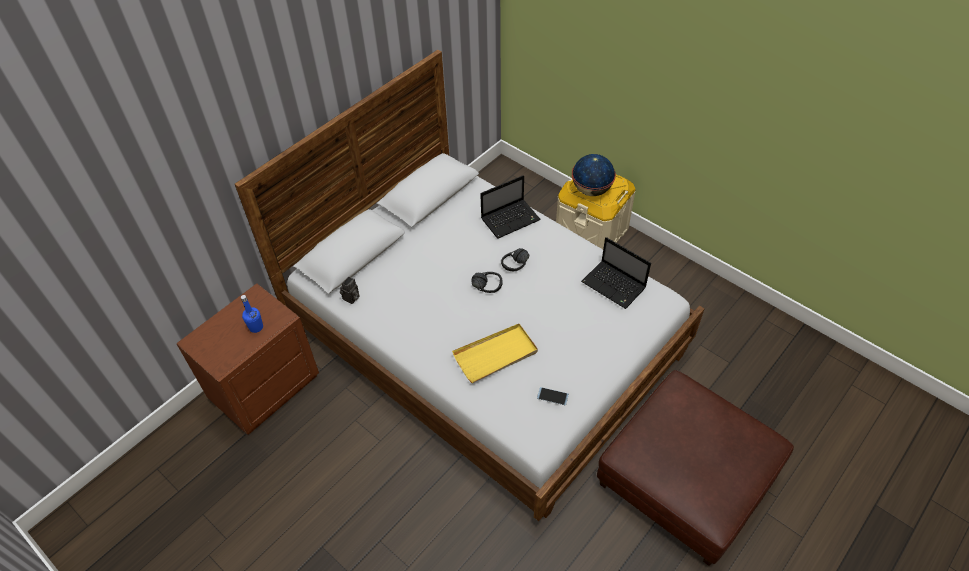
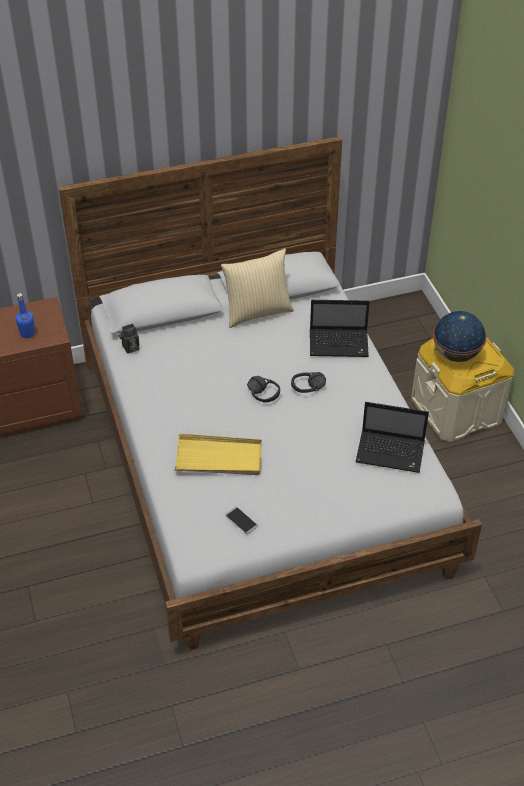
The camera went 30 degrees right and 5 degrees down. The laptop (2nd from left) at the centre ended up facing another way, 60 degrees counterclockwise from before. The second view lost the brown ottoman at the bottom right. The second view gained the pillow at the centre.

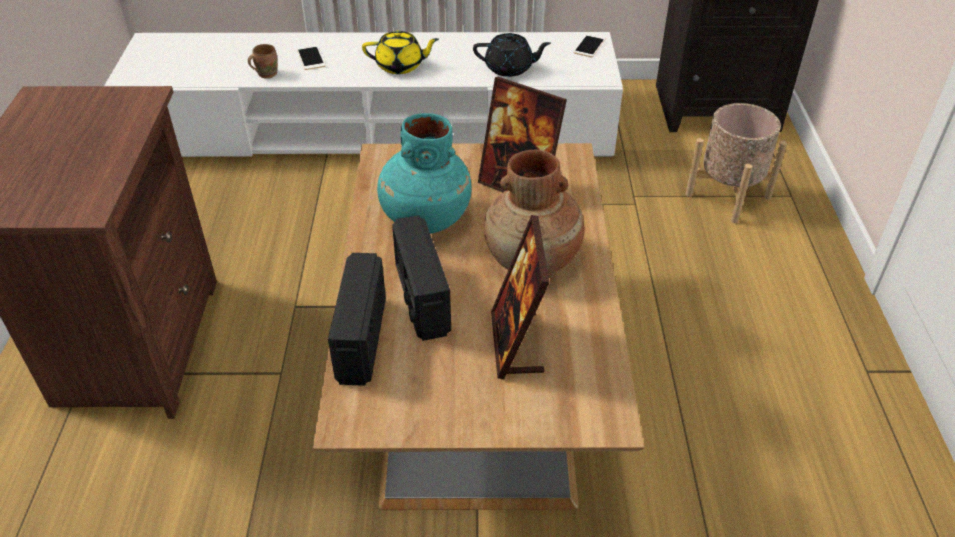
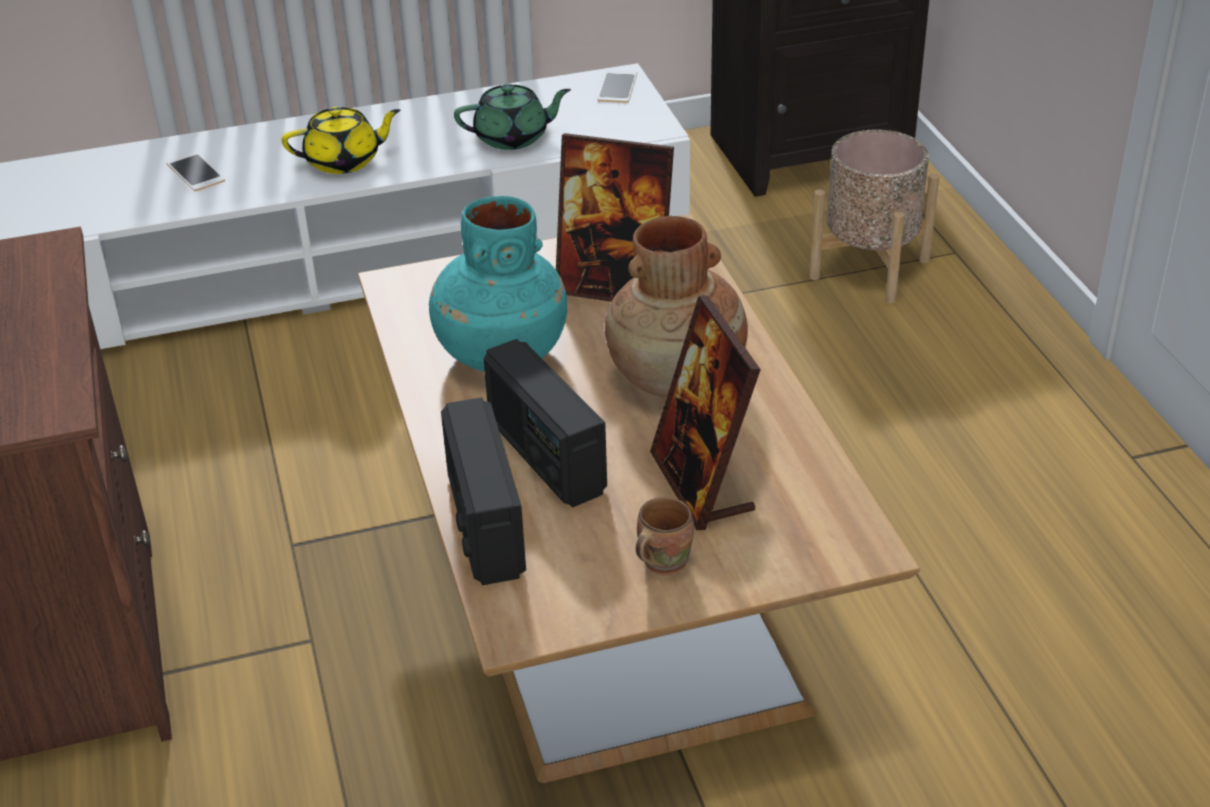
The camera went 15 degrees left and 5 degrees down. What was the black teapot at the top centre turned into the green teapot at the top centre. The brown mug ended up elsewhere, having gone from the top left to the centre.

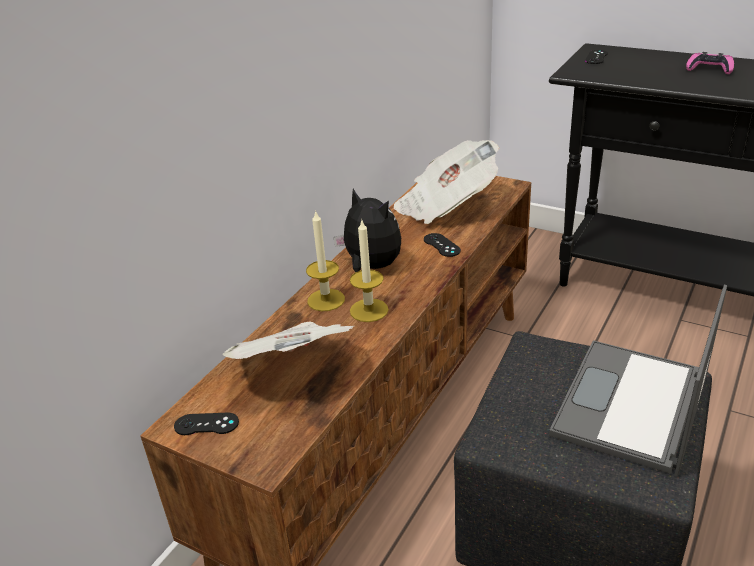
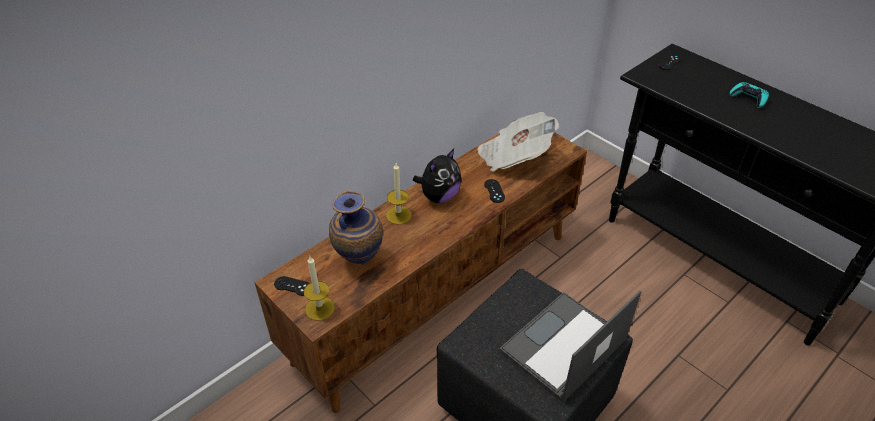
The camera went 15 degrees right and 10 degrees up. What was the pink game controller at the top right turned into the turquoise game controller at the top right. The plush toy at the centre ended up facing another way, 75 degrees clockwise from before. The candle (2nd from left in the first image) ended up elsewhere, having gone from the centre to the bottom centre. Where the newspaper (1st from left) stood at the centre, the vase came to stand at the centre.

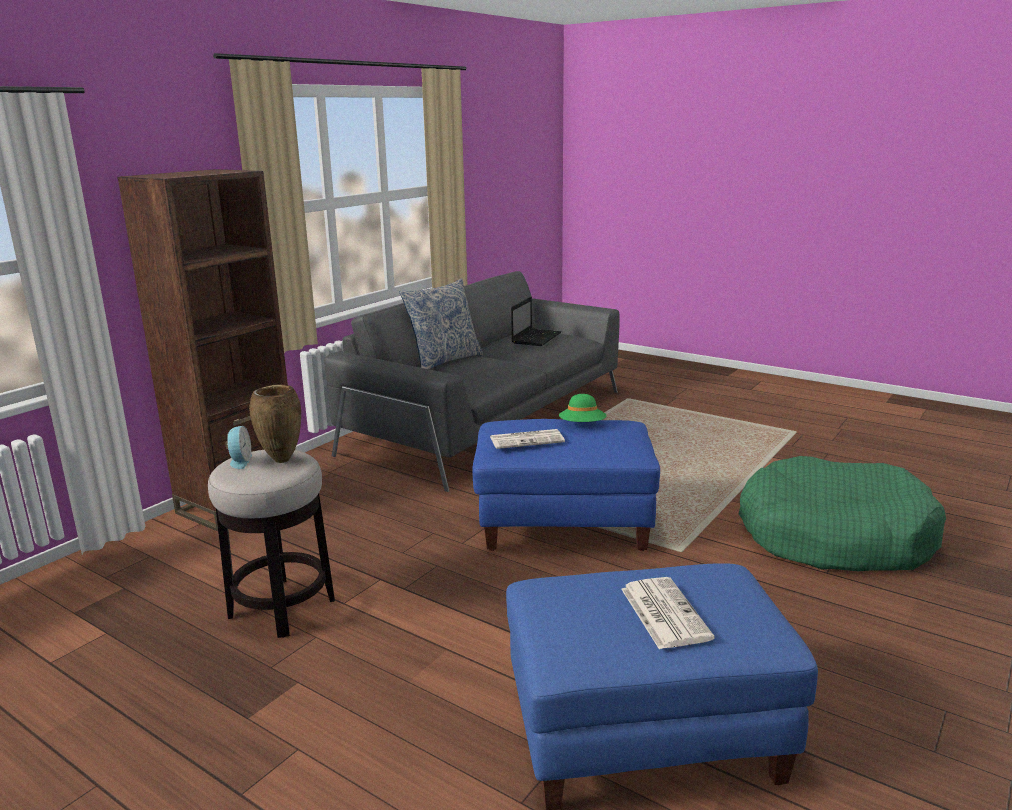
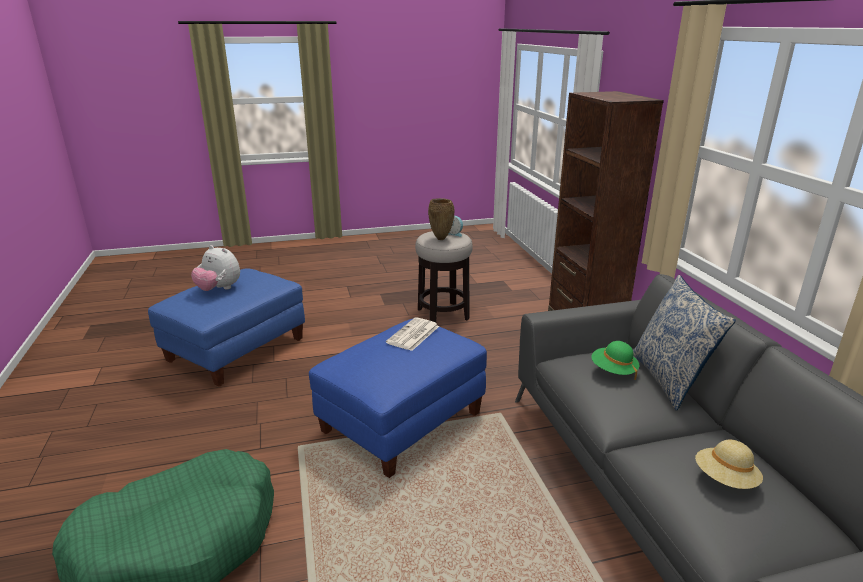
The camera went 130 degrees right and 5 degrees up. Where the laptop stood at the centre, the beige hat came to stand at the bottom right. The green hat ended up elsewhere, having gone from the centre to the middle right. Where the newspaper (2nd from left) stood at the bottom centre, the plush toy came to stand at the middle left.

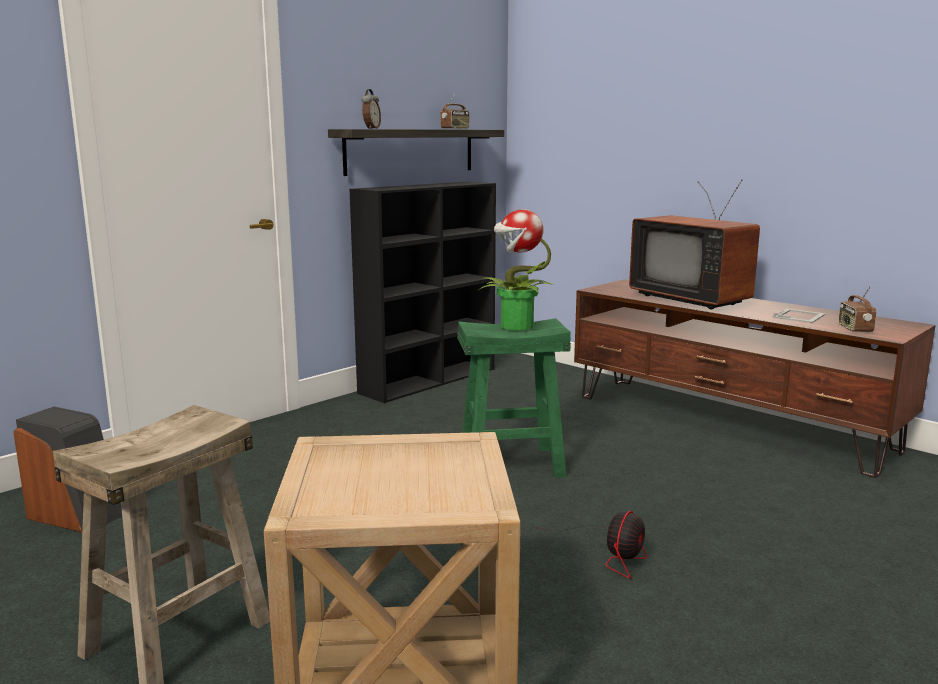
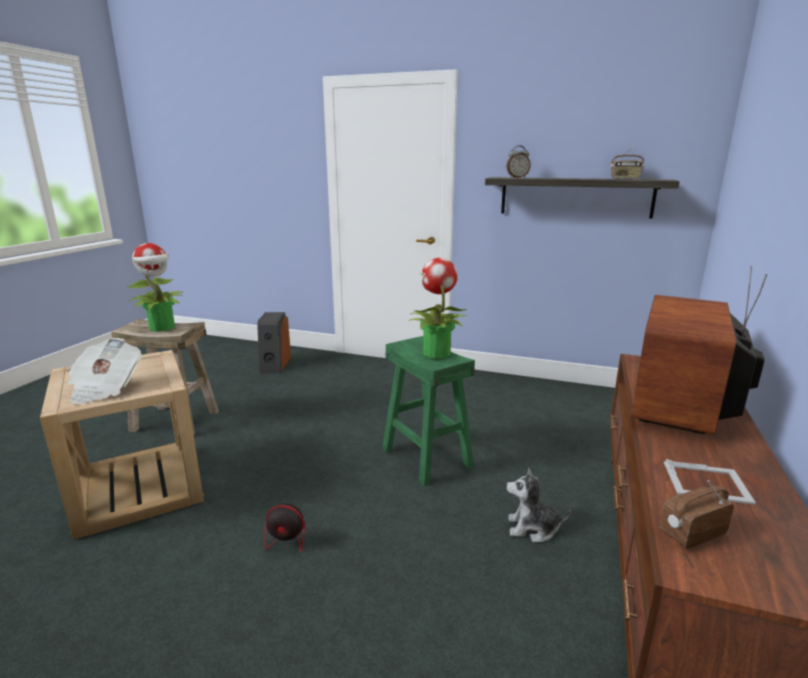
The camera went 65 degrees right and 5 degrees up. The second view lost the black bookcase at the centre. The second view gained the potted plant (1st from left) at the middle left. The second view gained the newspaper at the middle left. The second view gained the plush toy at the bottom centre.

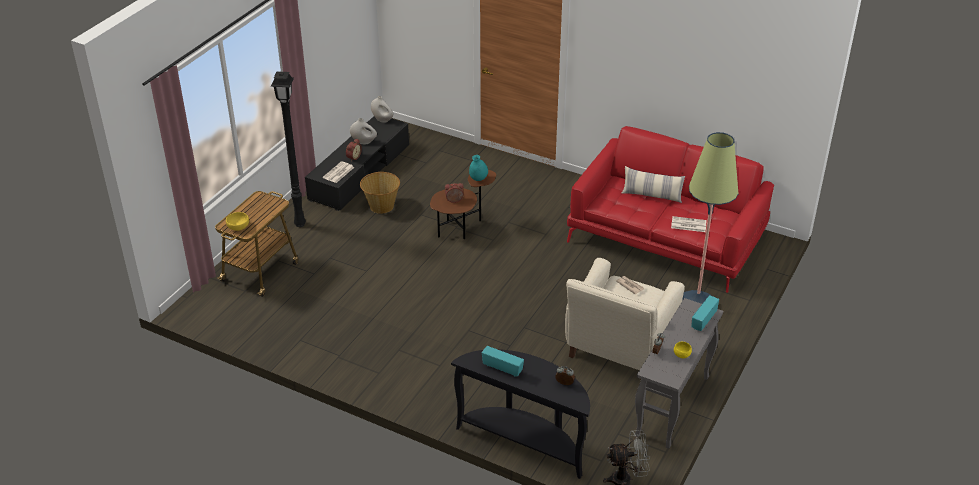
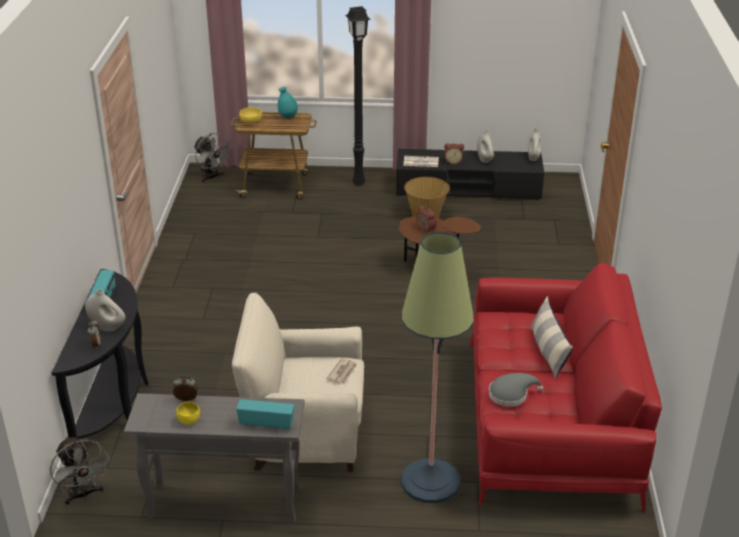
The camera went 65 degrees right and 5 degrees down. The turquoise vase ended up elsewhere, having gone from the centre to the top centre. Where the newspaper (3rd from left) stood at the middle right, the grey hat came to stand at the bottom right. The second view gained the grey fan (2nd from left) at the top left. The second view gained the white vase (1st from left) at the middle left.

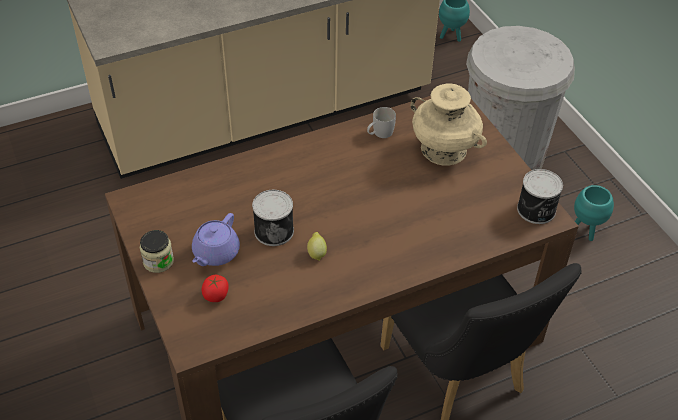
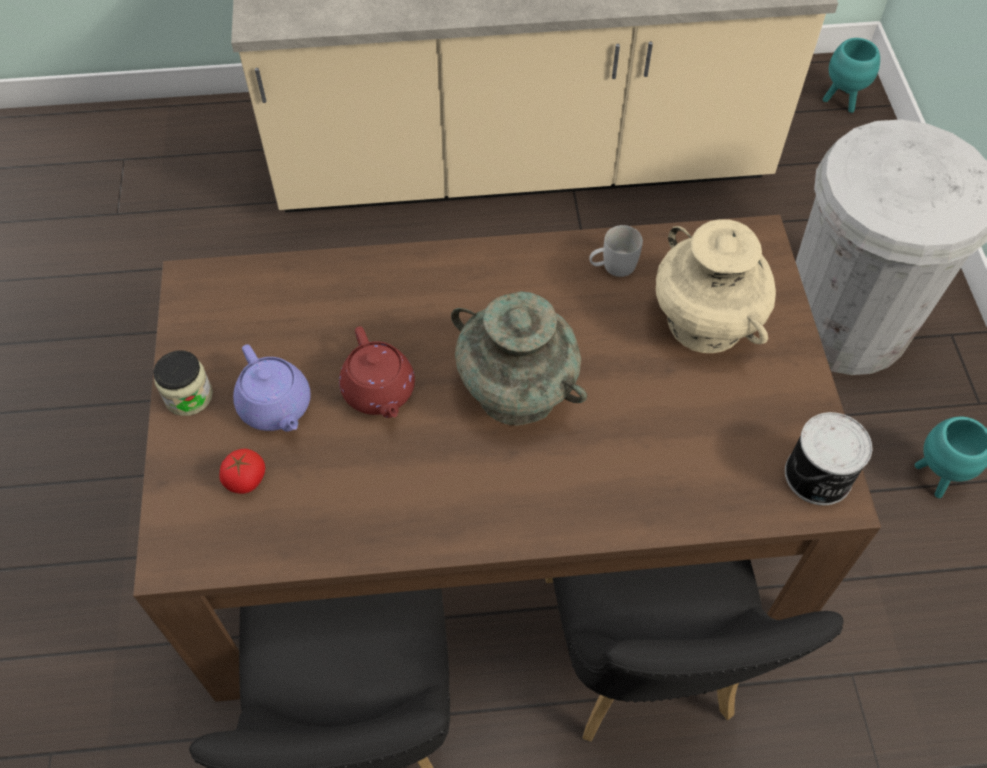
The camera went 20 degrees right and 10 degrees up. Where the can (1st from left) stood at the centre, the red teapot came to stand at the centre. The purple teapot at the middle left ended up facing another way, 75 degrees counterclockwise from before. The second view lost the lemon at the centre. The second view gained the turquoise vase at the centre.

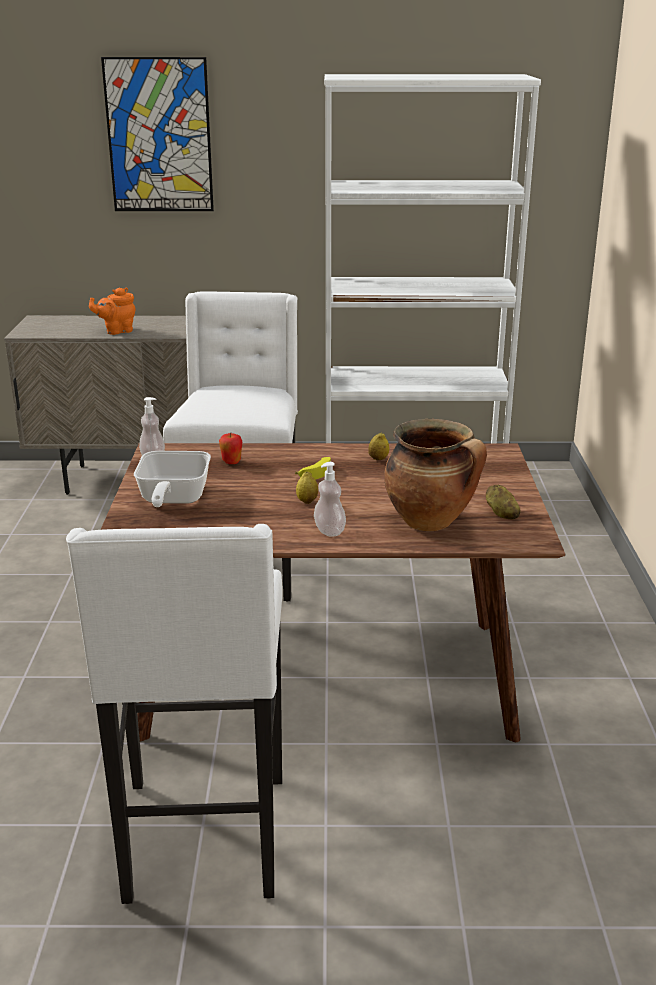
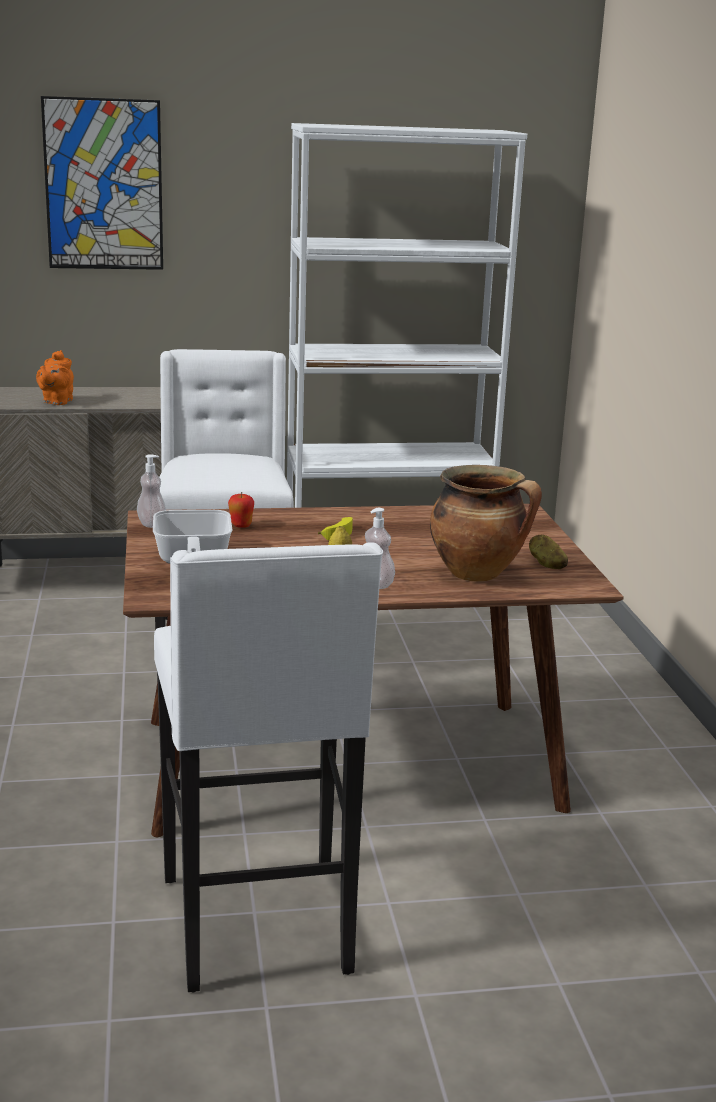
The camera went 10 degrees left and 5 degrees down. The orange teapot at the top left ended up facing another way, 45 degrees counterclockwise from before. The second view lost the lemon (2nd from left) at the centre.

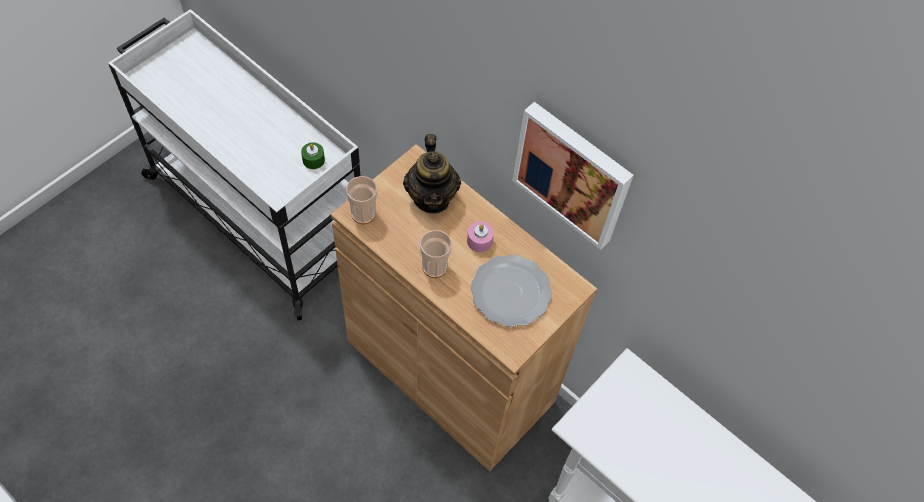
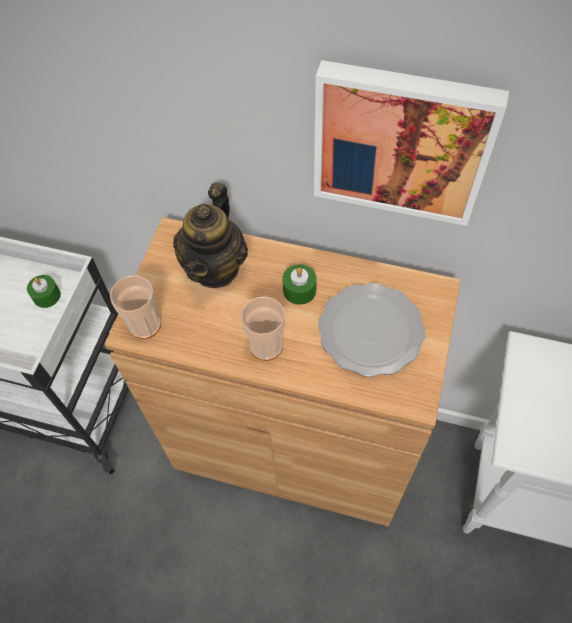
The camera went 20 degrees left and 0 degrees up. The teapot at the centre ended up facing another way, 45 degrees clockwise from before. What was the pink candle at the centre turned into the green candle (2nd from left) at the centre.

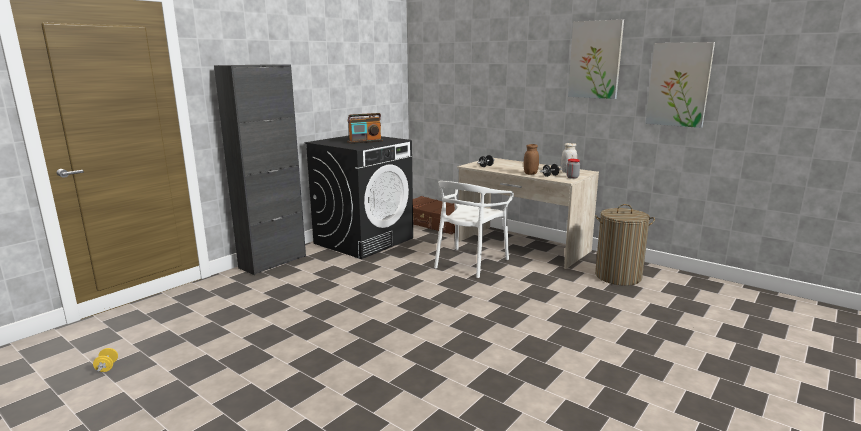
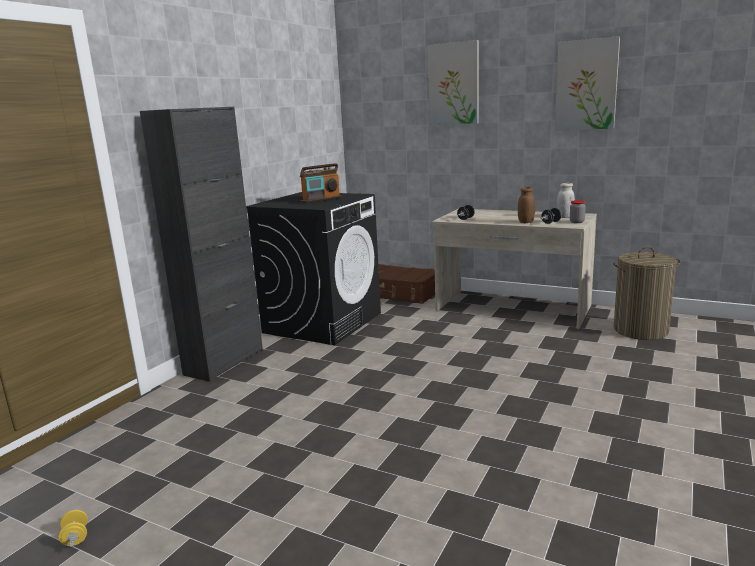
The camera went 10 degrees left and 0 degrees up. The picture (2nd from left in the first image) ended up elsewhere, having gone from the top right to the top centre. The second view lost the white chair at the centre.

